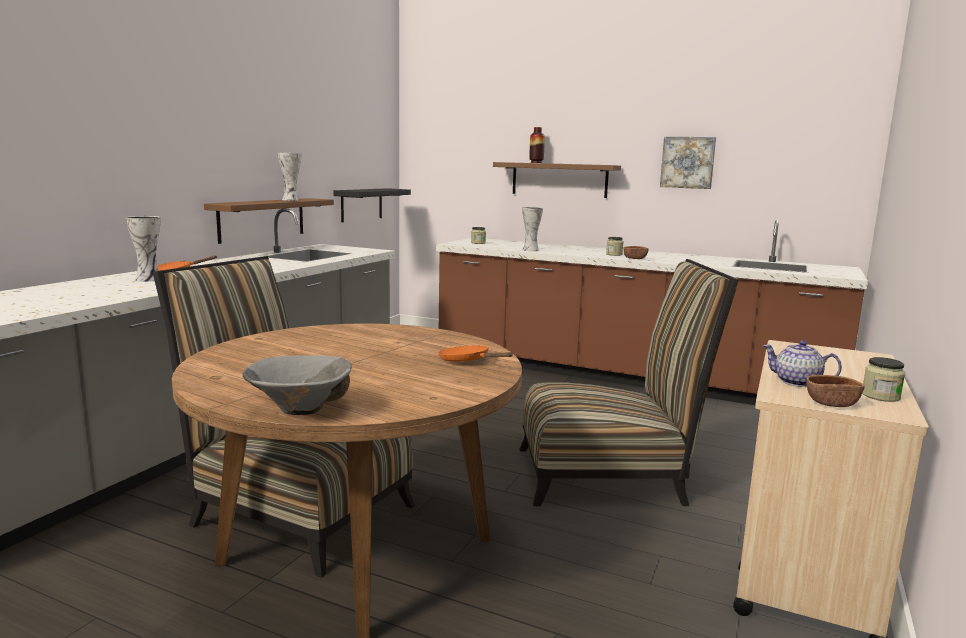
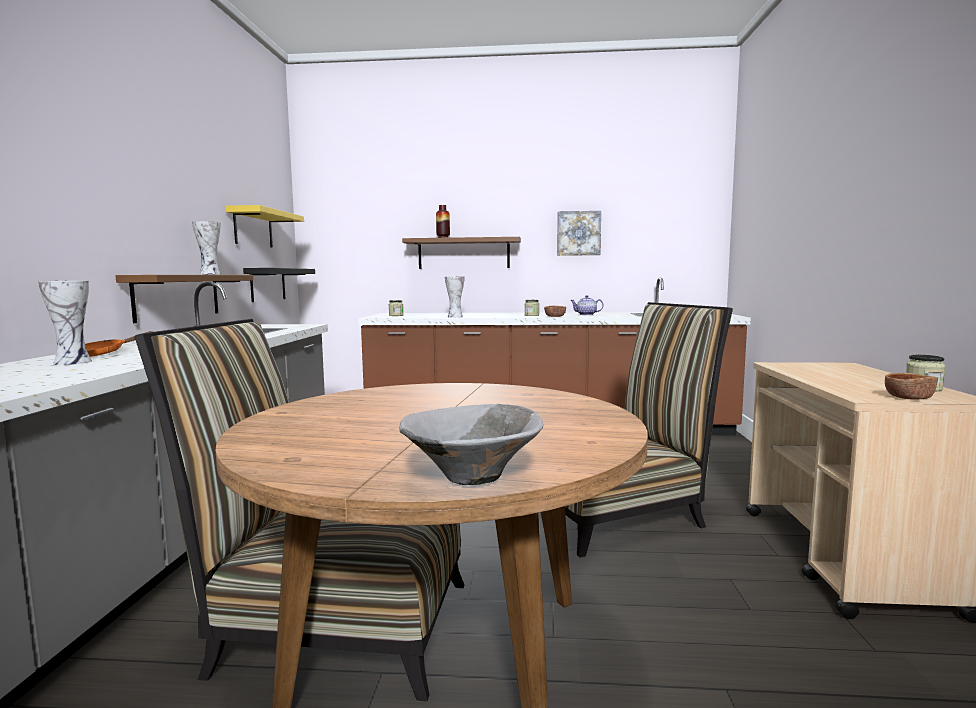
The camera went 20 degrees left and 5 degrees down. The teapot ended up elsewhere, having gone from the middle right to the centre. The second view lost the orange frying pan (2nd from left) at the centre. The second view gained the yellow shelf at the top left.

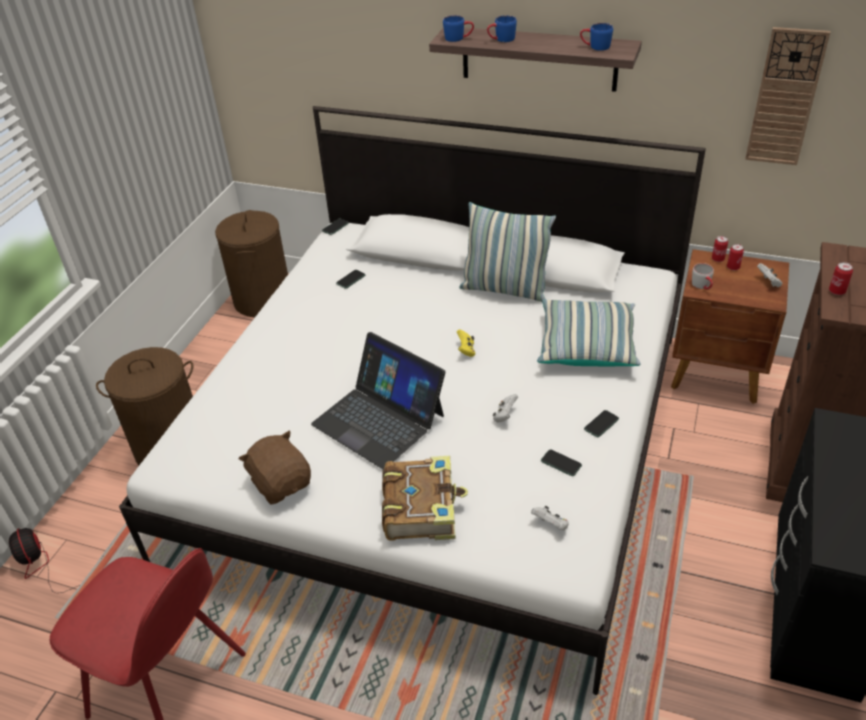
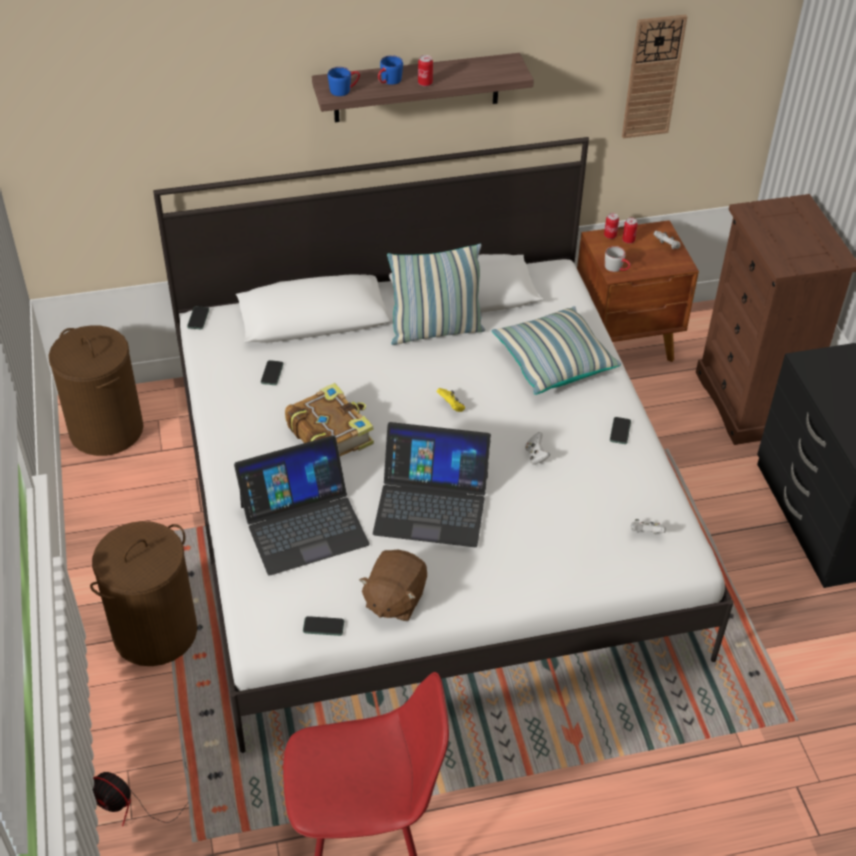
The camera went 35 degrees left and 5 degrees up. The second view lost the blue mug (3rd from left) at the top right. The can (3rd from left in the first image) ended up elsewhere, having gone from the middle right to the top centre. The brown plush toy at the middle left ended up facing another way, 90 degrees counterclockwise from before. The phone (3rd from left) ended up elsewhere, having gone from the centre to the bottom centre. The book ended up elsewhere, having gone from the bottom centre to the centre. The second view gained the laptop (1st from left) at the centre.

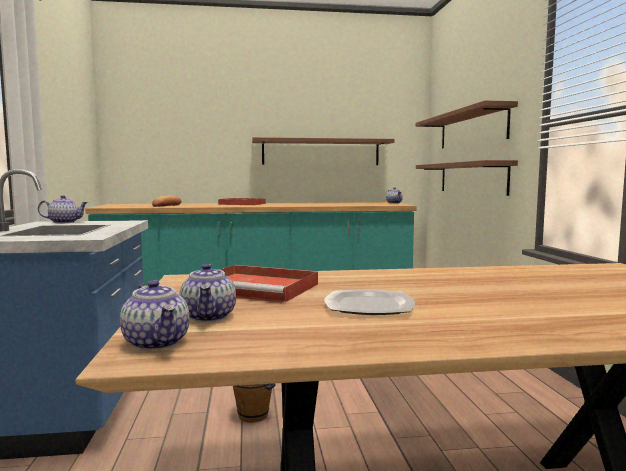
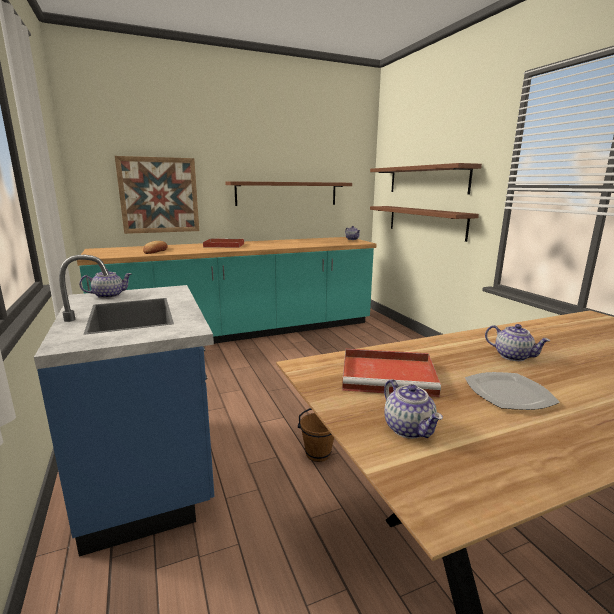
The camera went 15 degrees left and 10 degrees up. The teapot (2nd from left in the first image) ended up elsewhere, having gone from the bottom left to the middle right. The second view gained the picture at the top left.

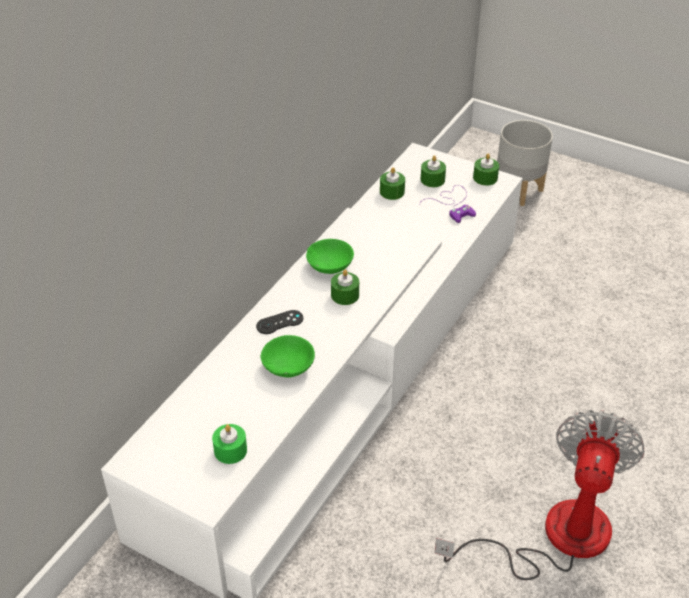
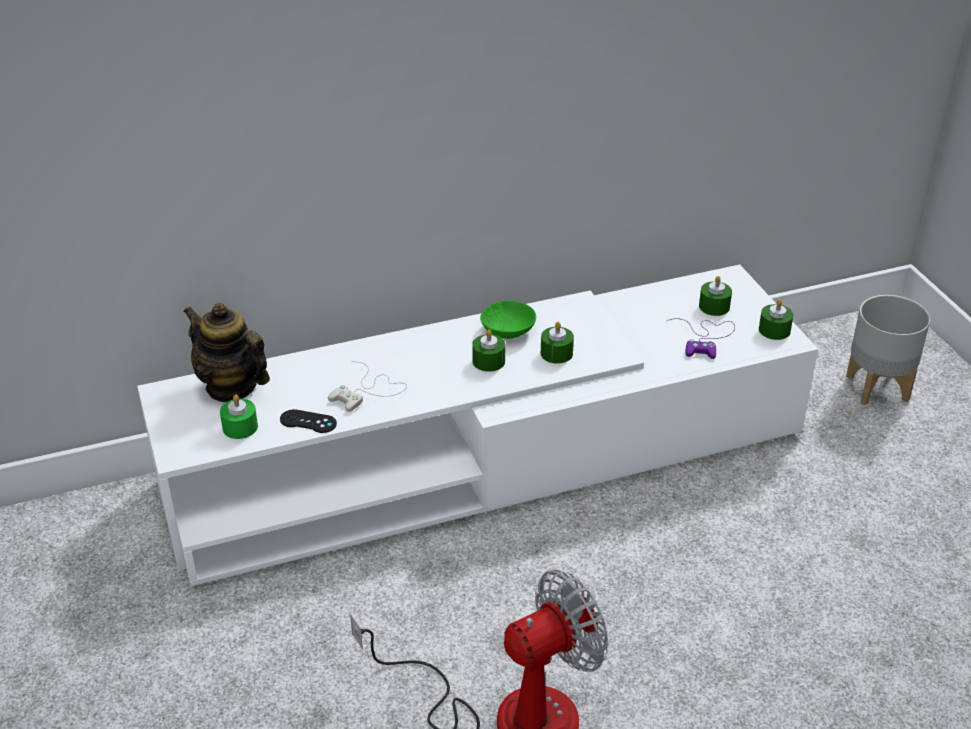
The camera went 40 degrees right and 5 degrees down. The green candle (3rd from left) ended up elsewhere, having gone from the top centre to the centre. The black game controller ended up elsewhere, having gone from the centre to the middle left. Where the green bowl (1st from left) stood at the centre, the white game controller came to stand at the centre. The second view gained the teapot at the middle left.

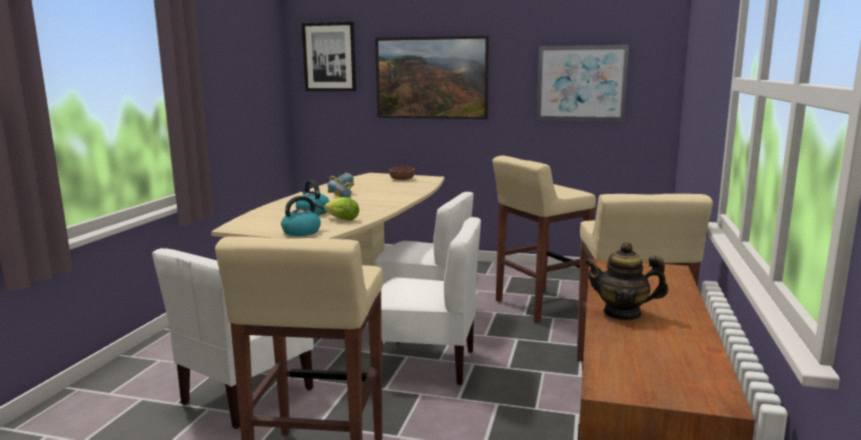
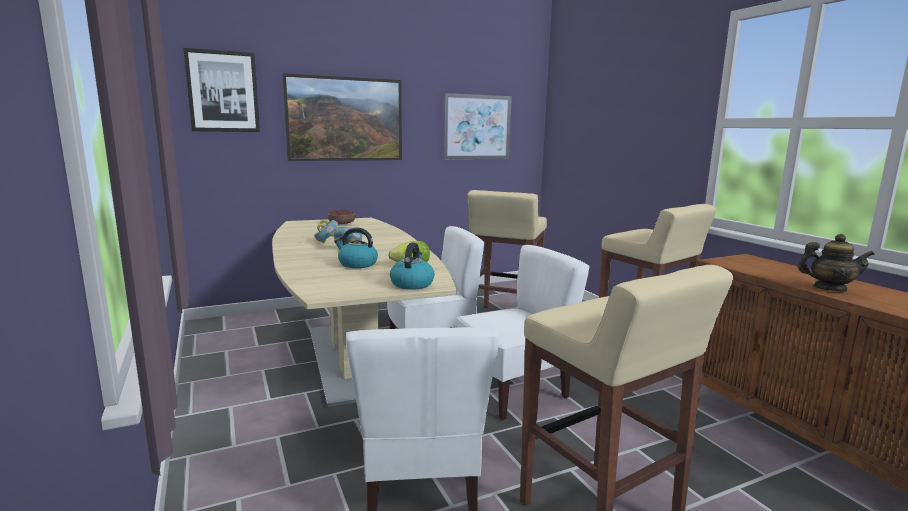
The camera went 40 degrees left and 0 degrees up. The teapot at the middle right ended up facing another way, 135 degrees counterclockwise from before.

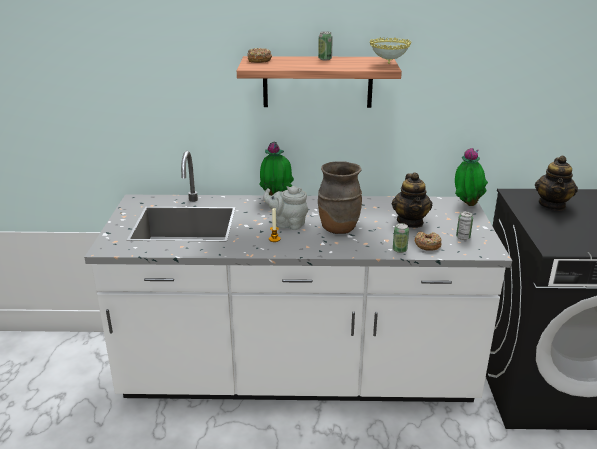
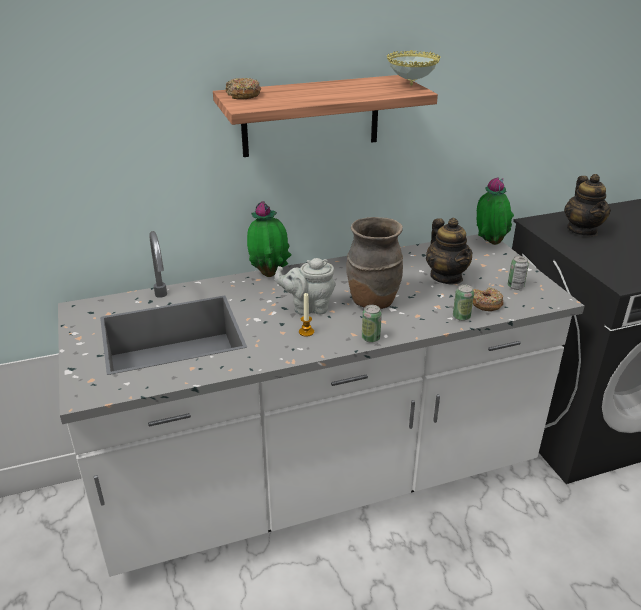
The camera went 20 degrees left and 5 degrees up. The can (1st from left) ended up elsewhere, having gone from the top centre to the centre.

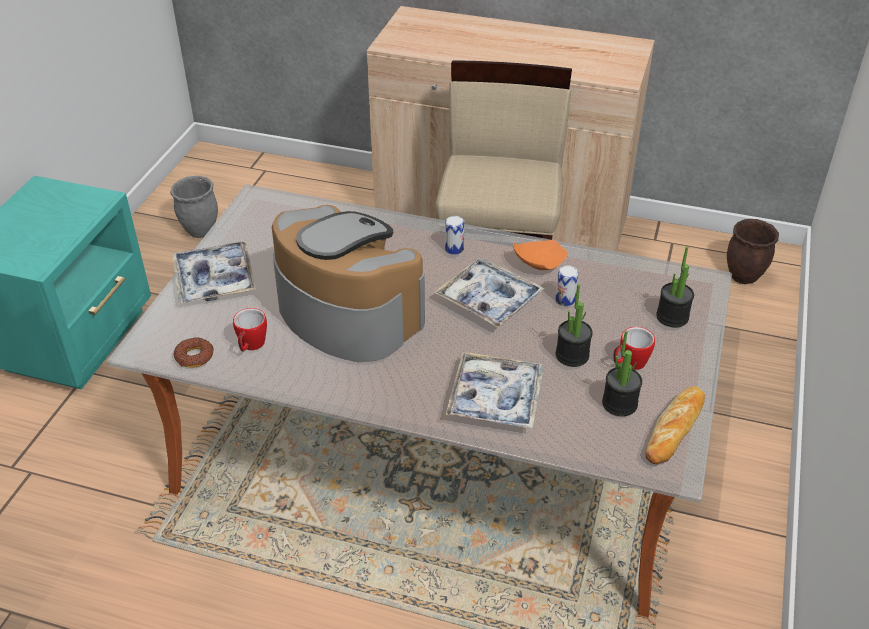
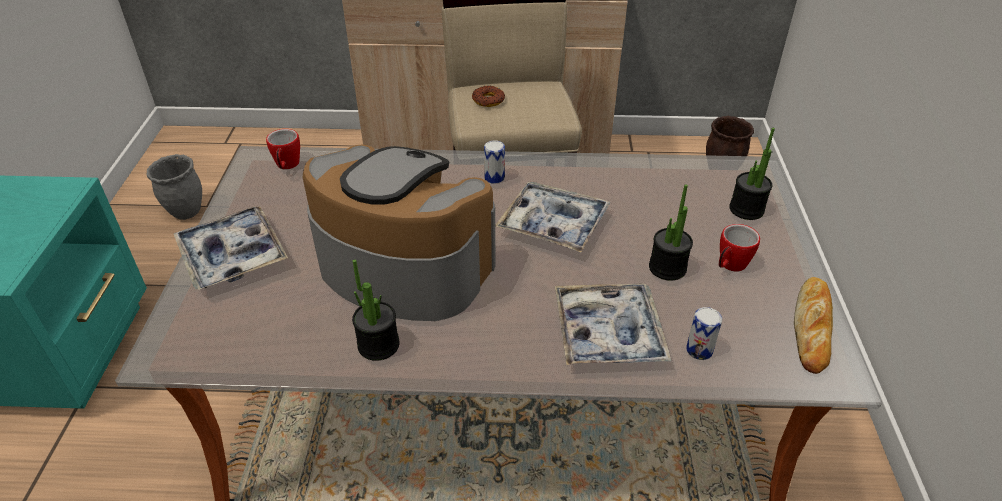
The camera went 15 degrees left and 0 degrees up. The second view lost the orange plate at the centre. The can (2nd from left) ended up elsewhere, having gone from the centre to the middle right. The mug (1st from left) ended up elsewhere, having gone from the middle left to the top left. The potted plant (2nd from left in the first image) ended up elsewhere, having gone from the middle right to the centre. The donut ended up elsewhere, having gone from the middle left to the top centre.

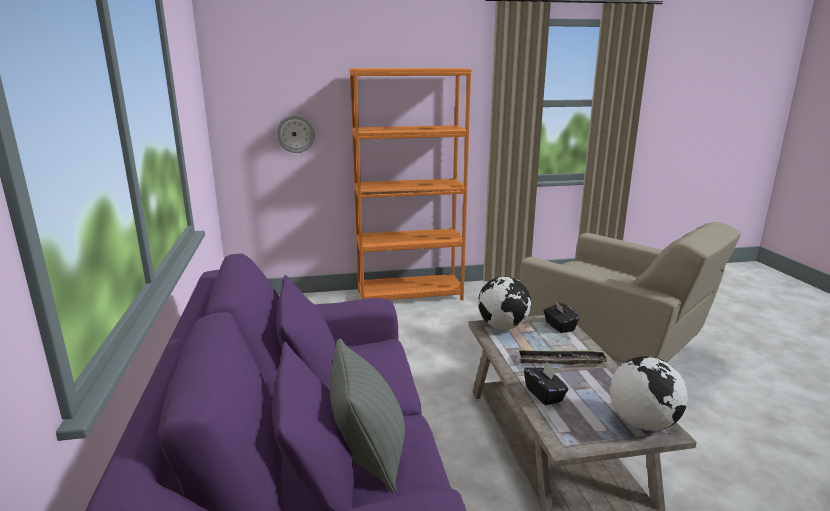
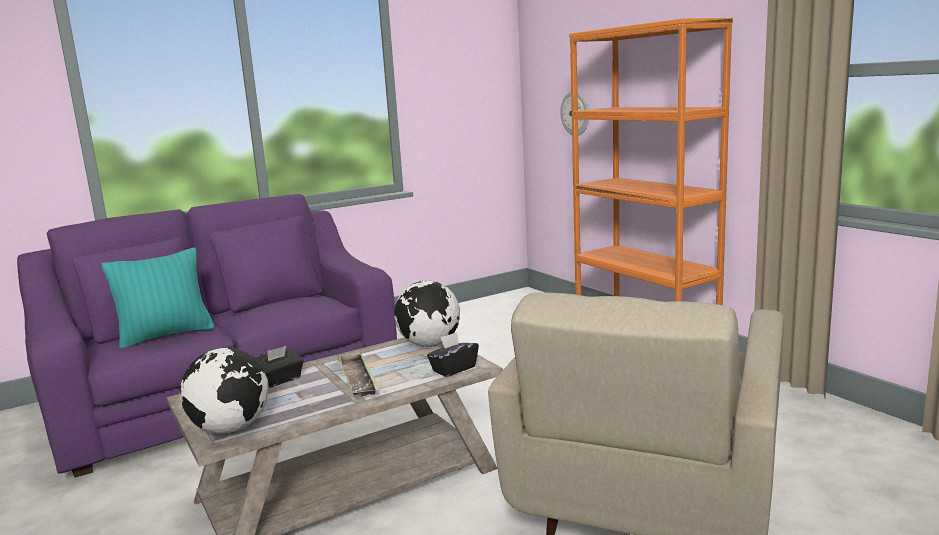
The camera went 70 degrees right and 5 degrees down. What was the grey pillow at the bottom centre turned into the turquoise pillow at the middle left.

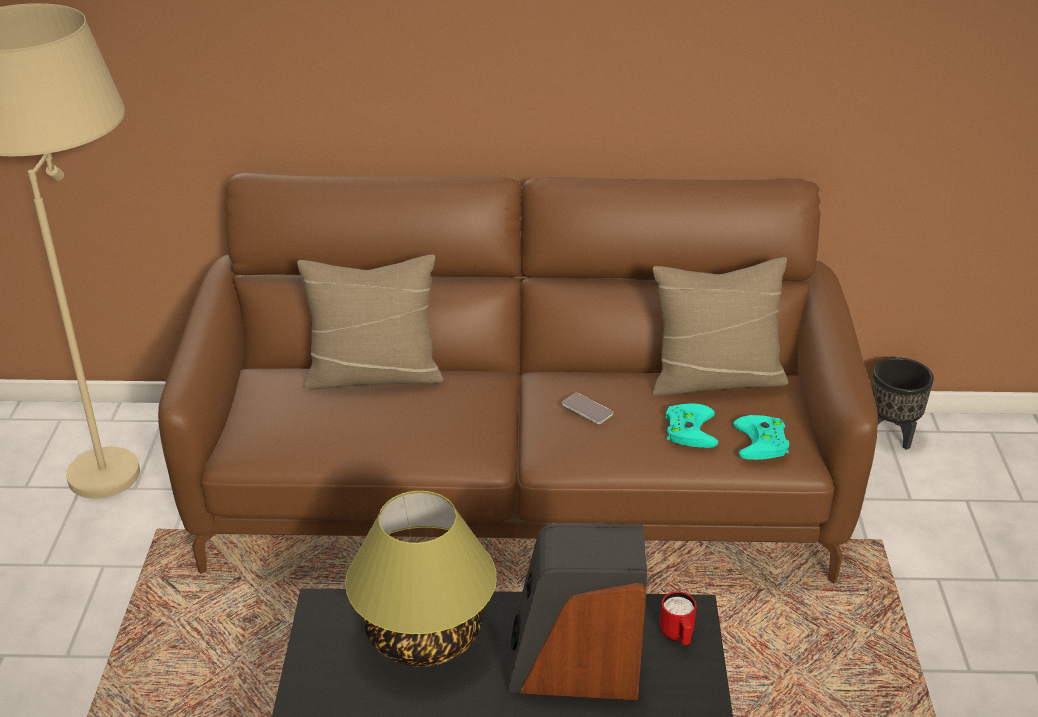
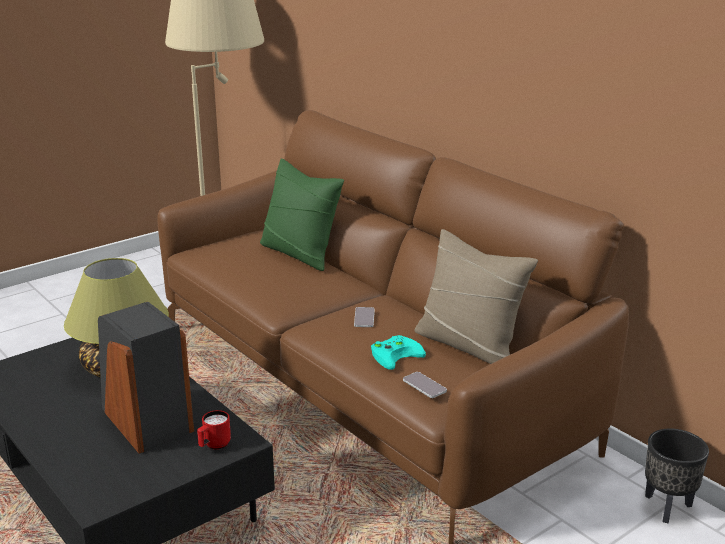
The camera went 50 degrees right and 10 degrees down. What was the beige pillow (1st from left) at the centre turned into the green pillow at the centre. Where the turquoise game controller (2nd from left) stood at the middle right, the phone (2nd from left) came to stand at the bottom centre.

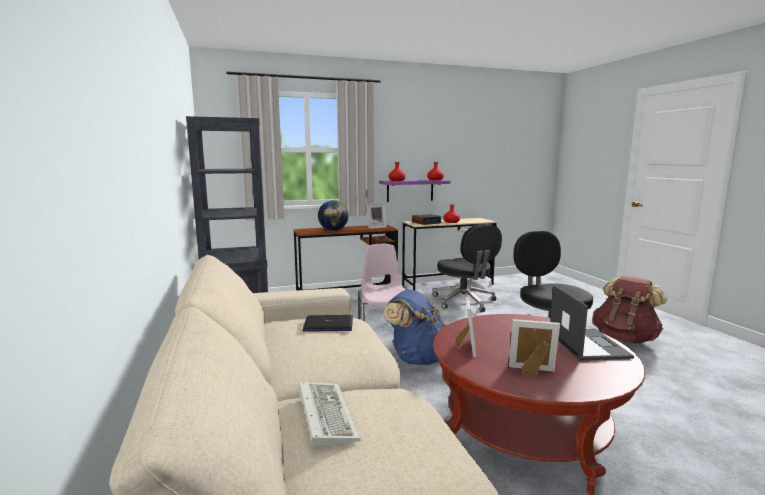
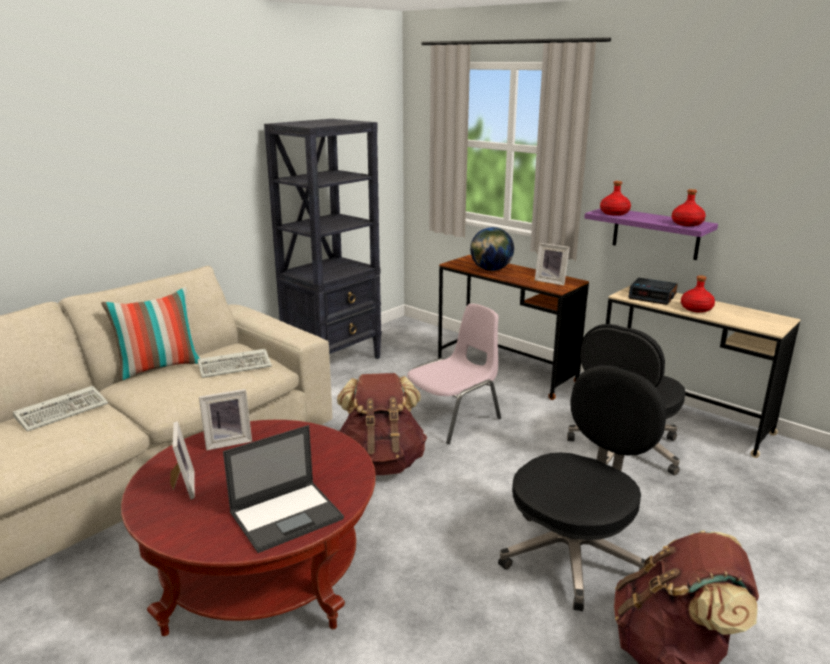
The camera went 60 degrees right and 10 degrees up. What was the blue backpack at the centre turned into the brown backpack (1st from left) at the centre. Where the laptop (1st from left) stood at the centre, the keyboard (2nd from left) came to stand at the middle left. The second view gained the pillow at the middle left.

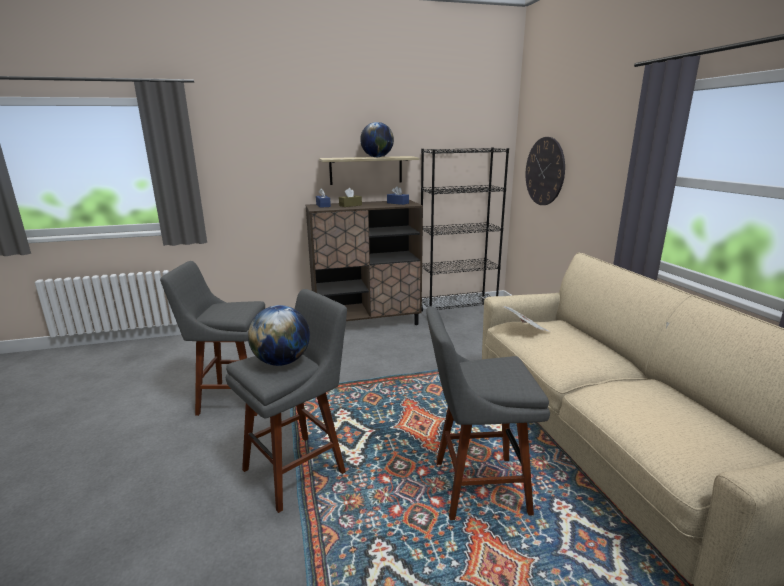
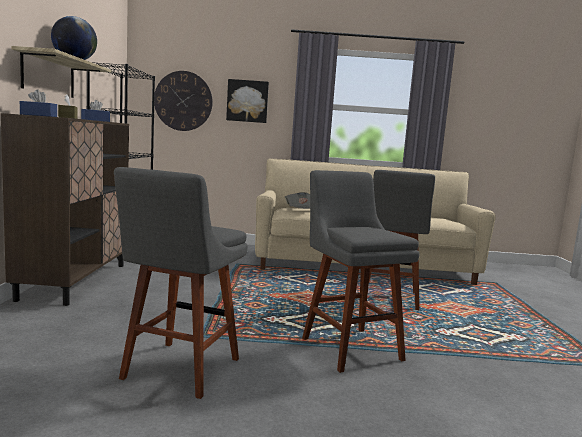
The camera went 75 degrees left and 10 degrees down. The second view lost the globe (1st from left) at the centre. The second view gained the picture at the top centre.

